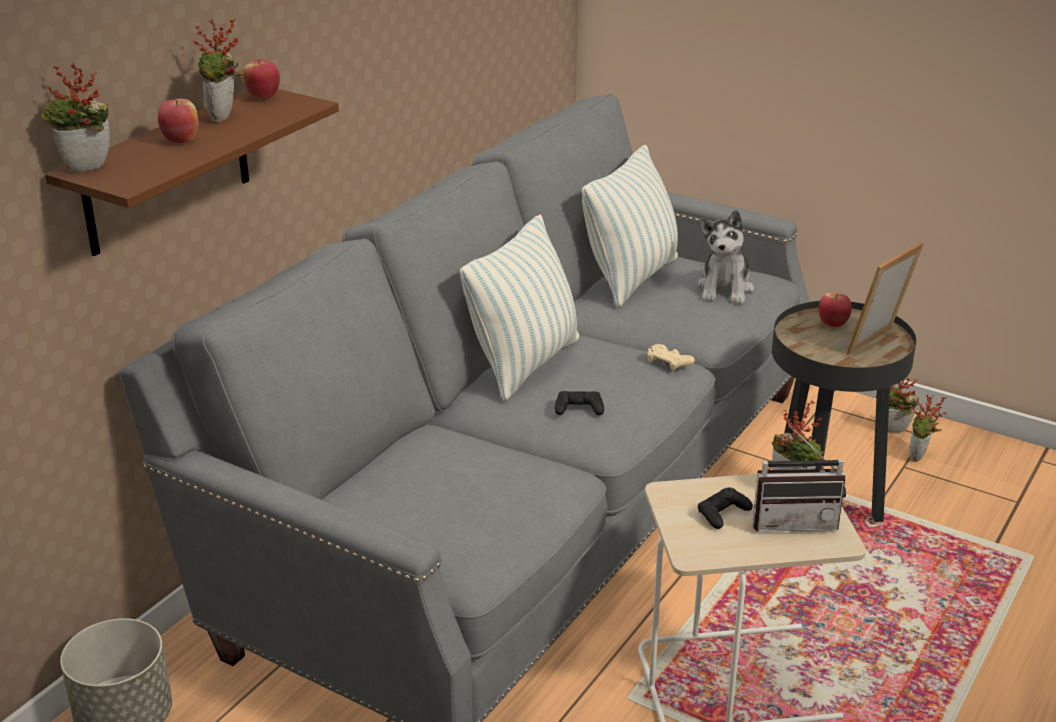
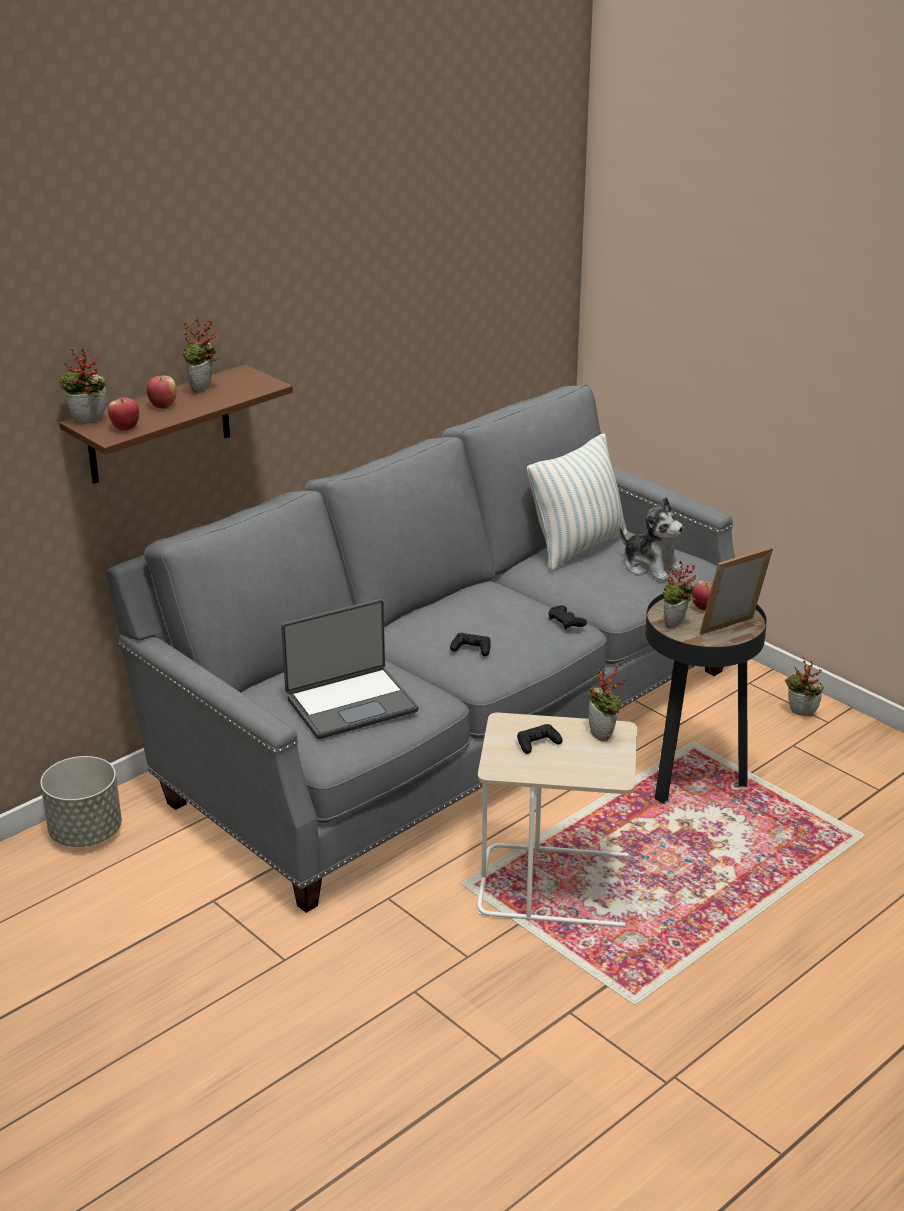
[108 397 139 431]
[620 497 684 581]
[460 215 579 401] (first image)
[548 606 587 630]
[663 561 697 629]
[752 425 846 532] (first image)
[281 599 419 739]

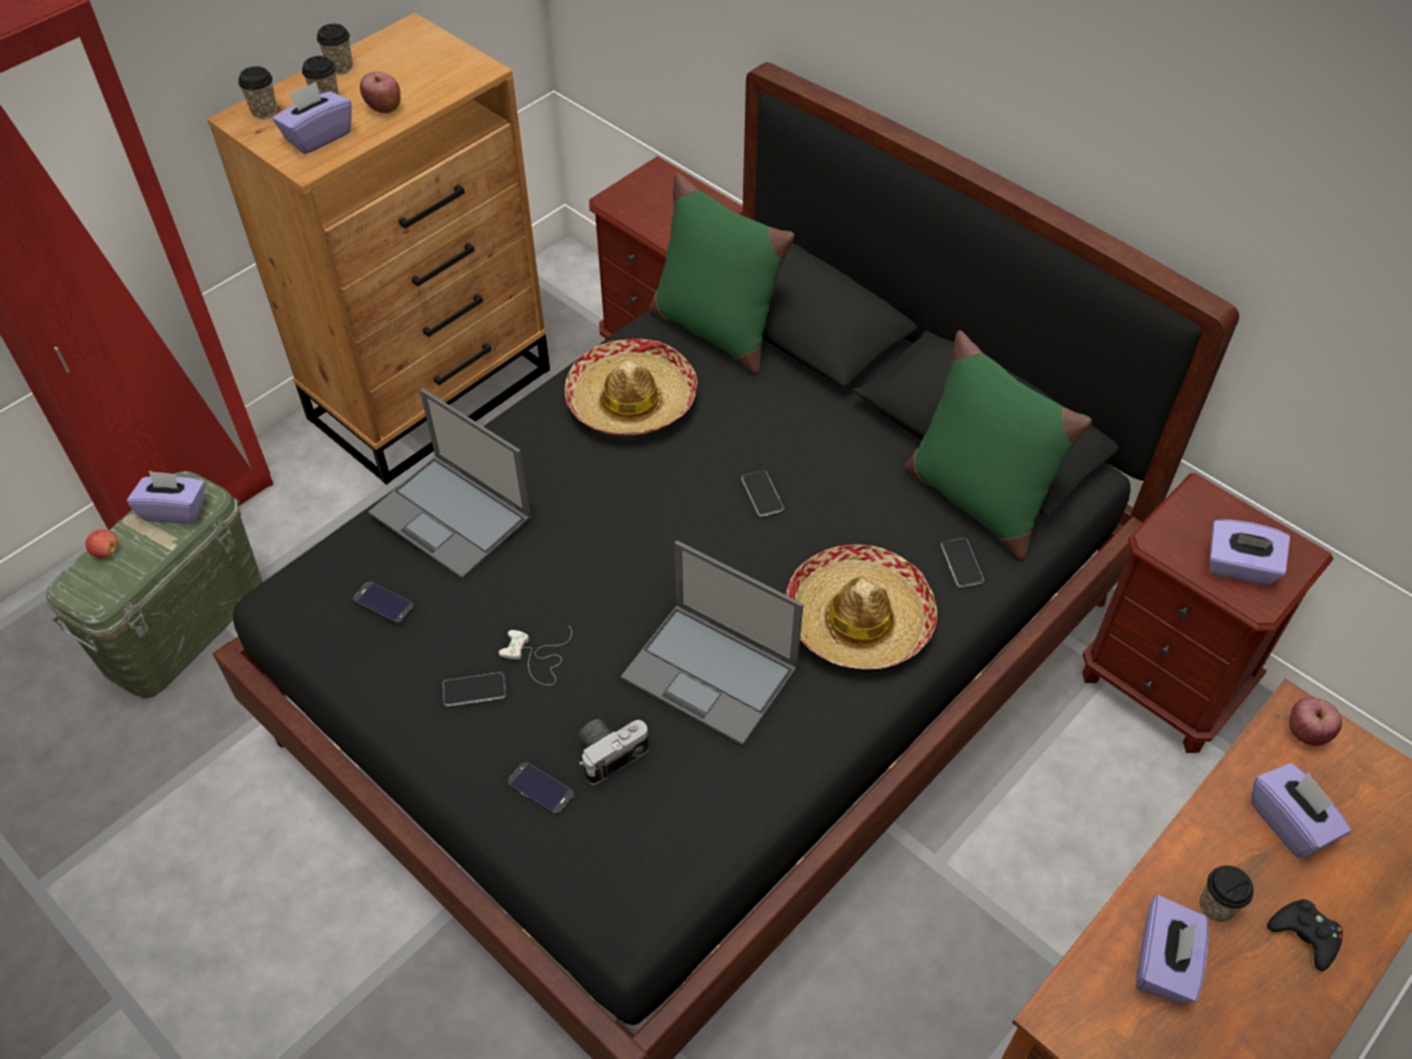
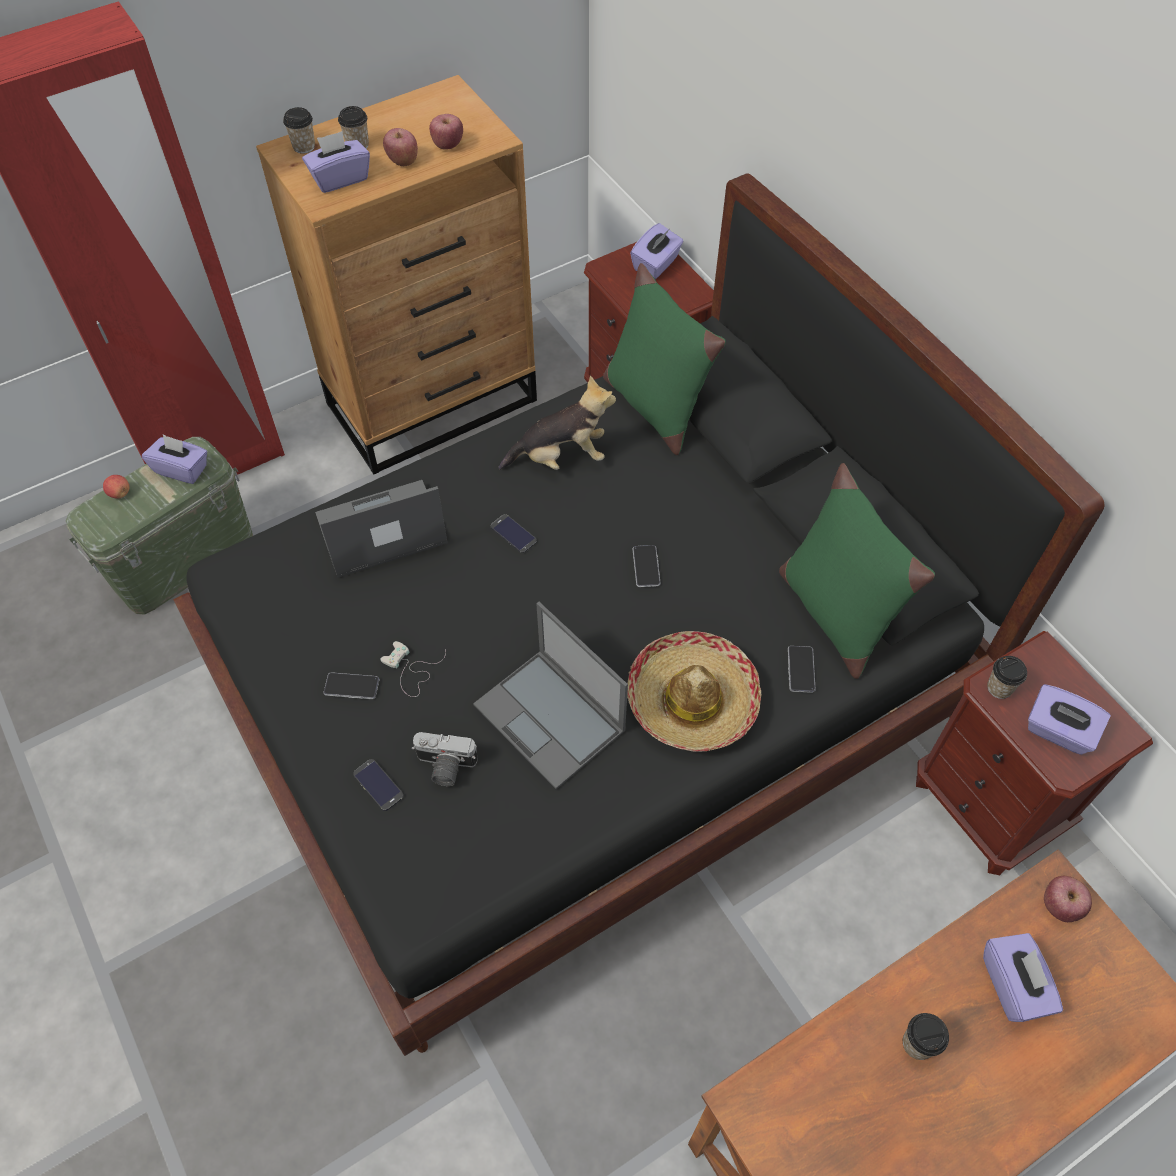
[987 656 1027 699]
[498 376 616 470]
[315 480 448 578]
[491 514 537 553]
[412 732 478 786]
[630 223 684 279]
[1267 899 1343 971] (first image)
[429 114 463 150]

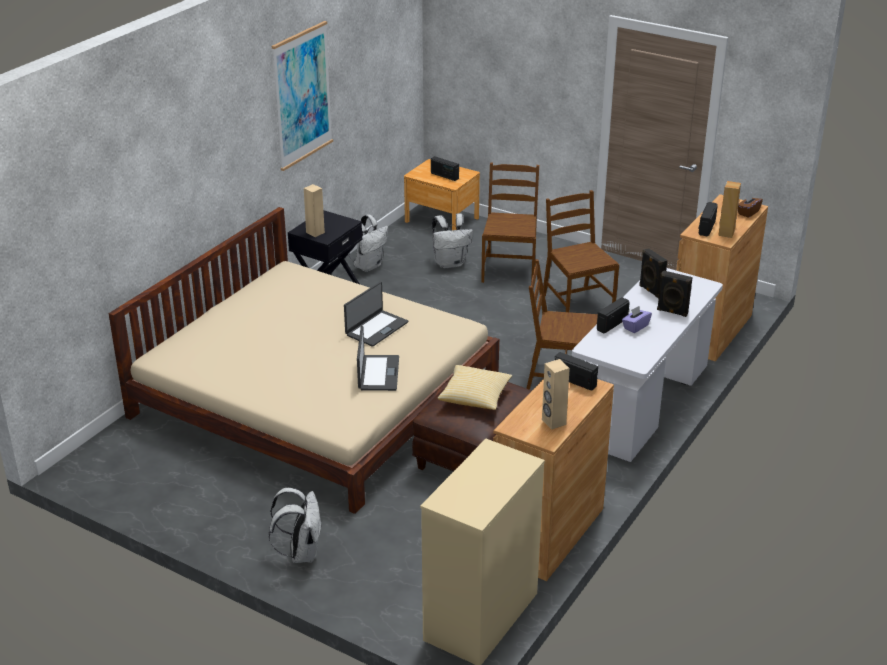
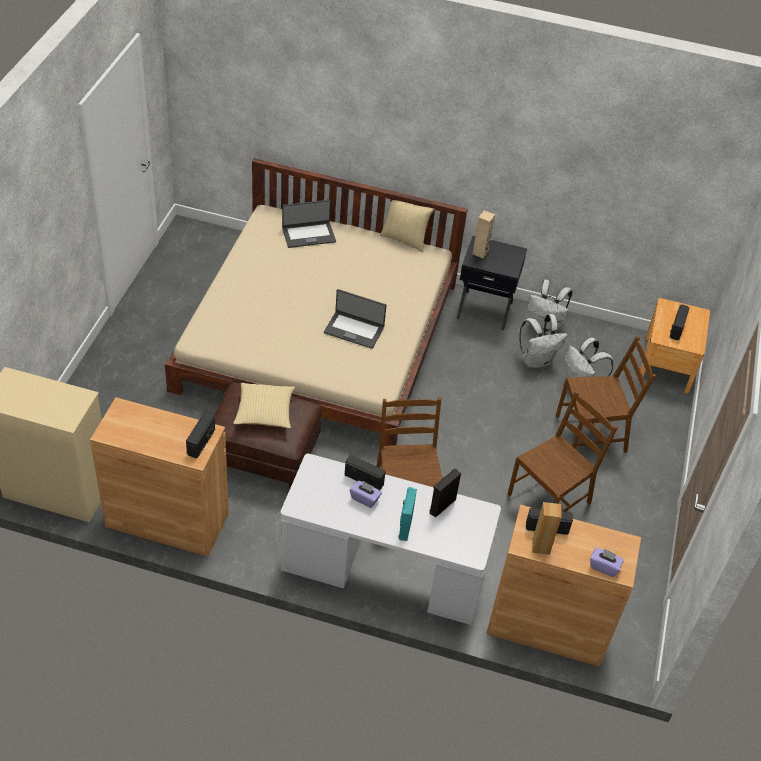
[272 21 333 171] (first image)
[590 548 624 577]
[398 487 417 541]
[282 200 336 248]
[542 359 570 429] (first image)
[519 314 568 369]
[380 199 434 252]

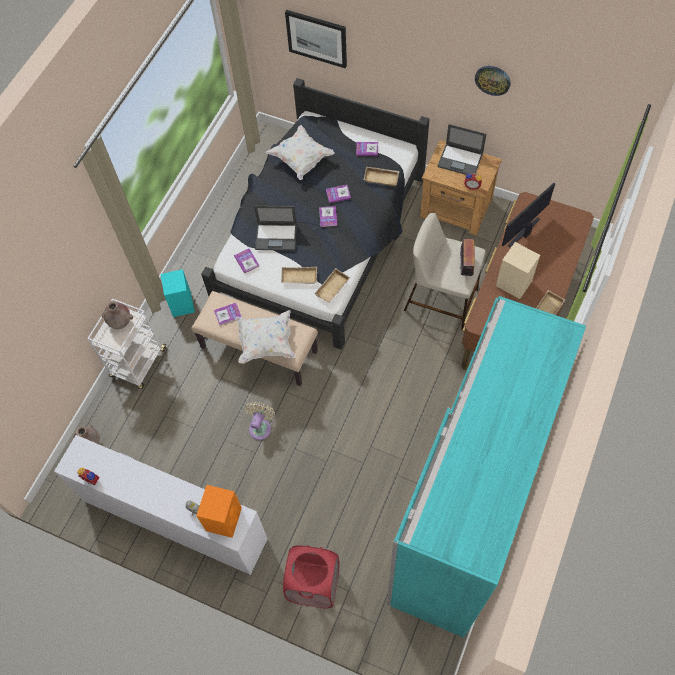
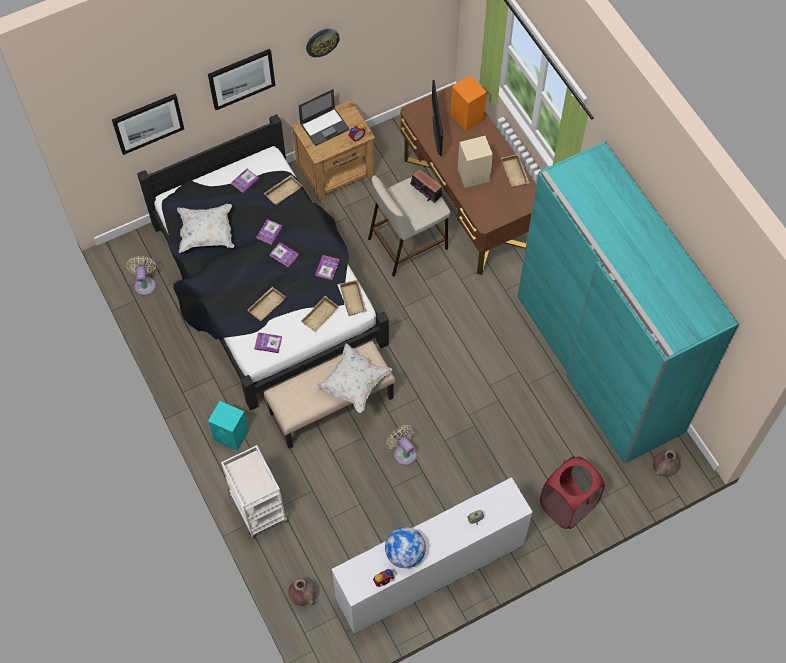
[247 287 286 321]
[653 450 679 477]
[315 255 339 280]
[450 75 487 131]
[208 49 275 110]
[126 256 156 296]
[385 527 426 568]

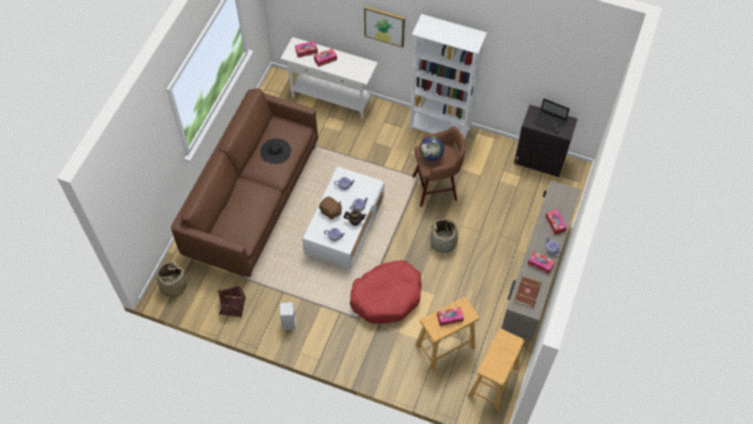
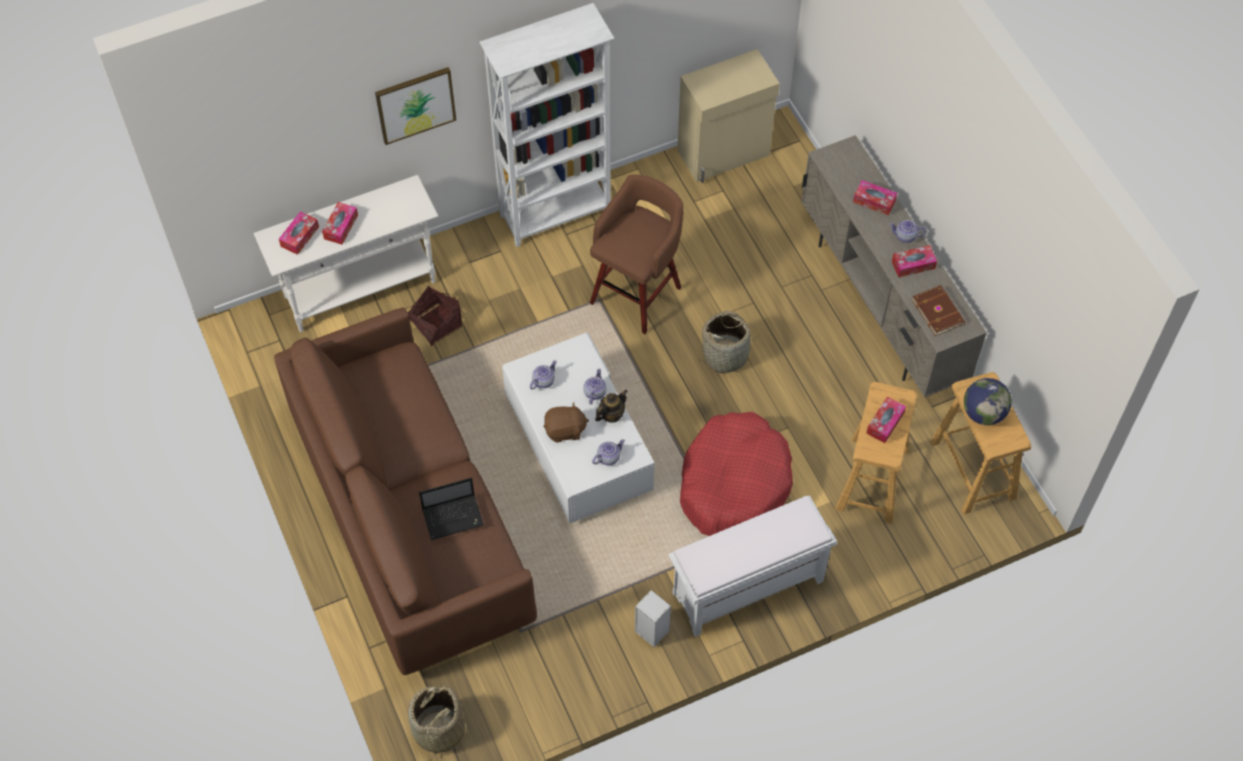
[419 478 484 540]
[677 49 780 183]
[964 378 1012 425]
[260 139 291 164] (first image)
[408 286 462 346]
[669 495 837 637]

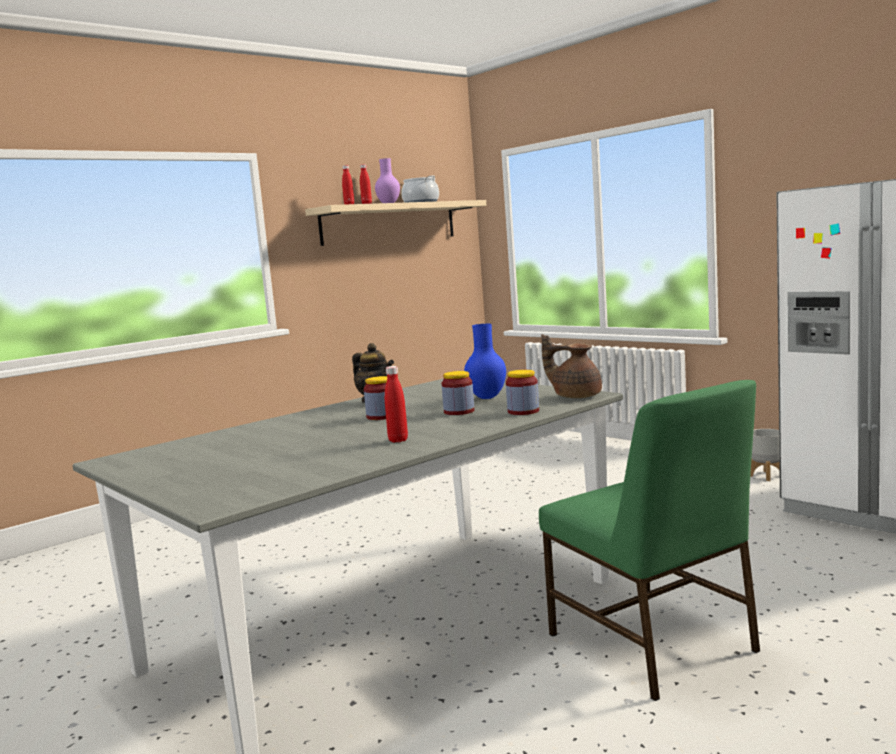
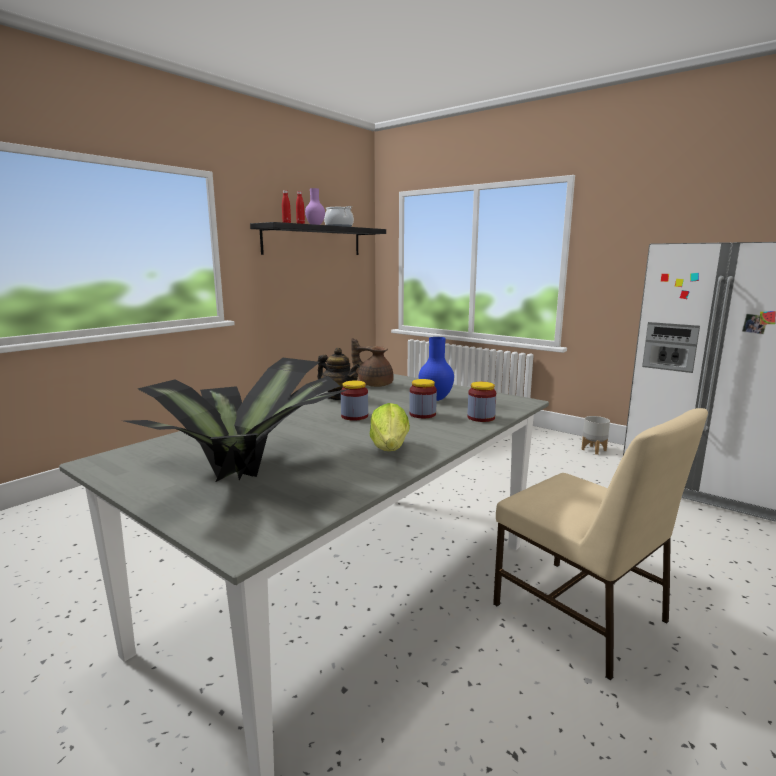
[250 222 386 255]
[351 338 394 387]
[370 403 410 451]
[493 408 708 680]
[124 358 349 482]

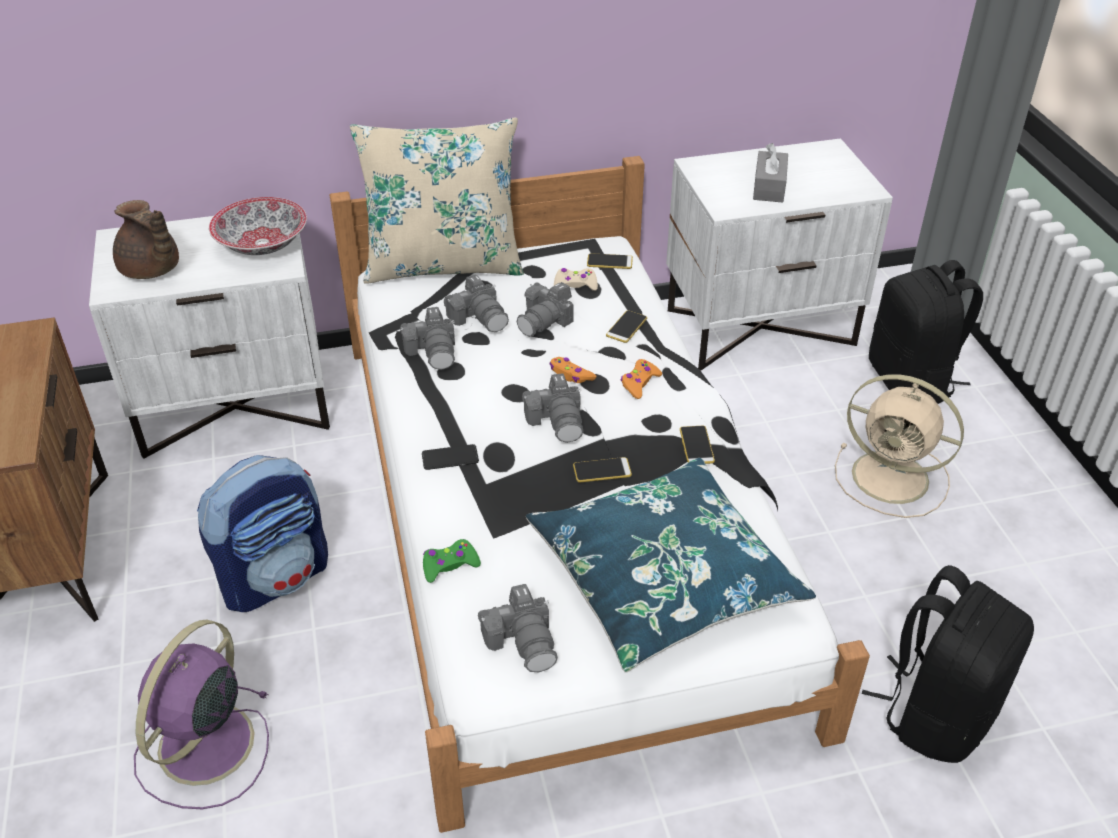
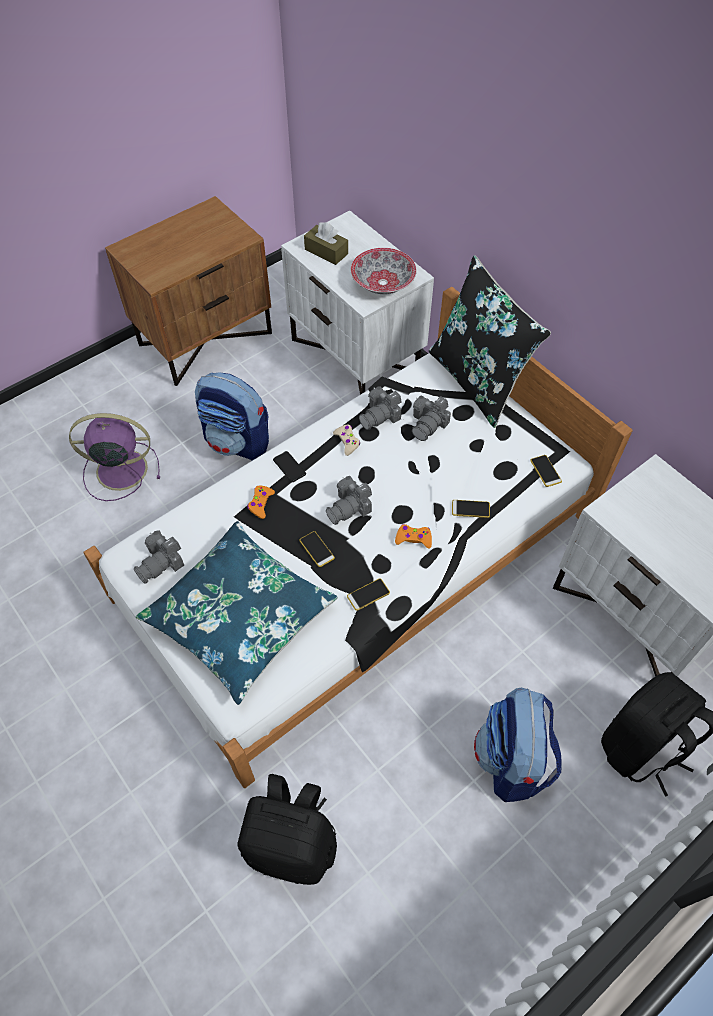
[429 255 551 428]
[753 143 788 203] (first image)
[304 222 348 265]
[333 425 360 456]
[517 282 574 337] (first image)
[247 486 275 519]
[474 688 561 802]
[423 539 481 583] (first image)

